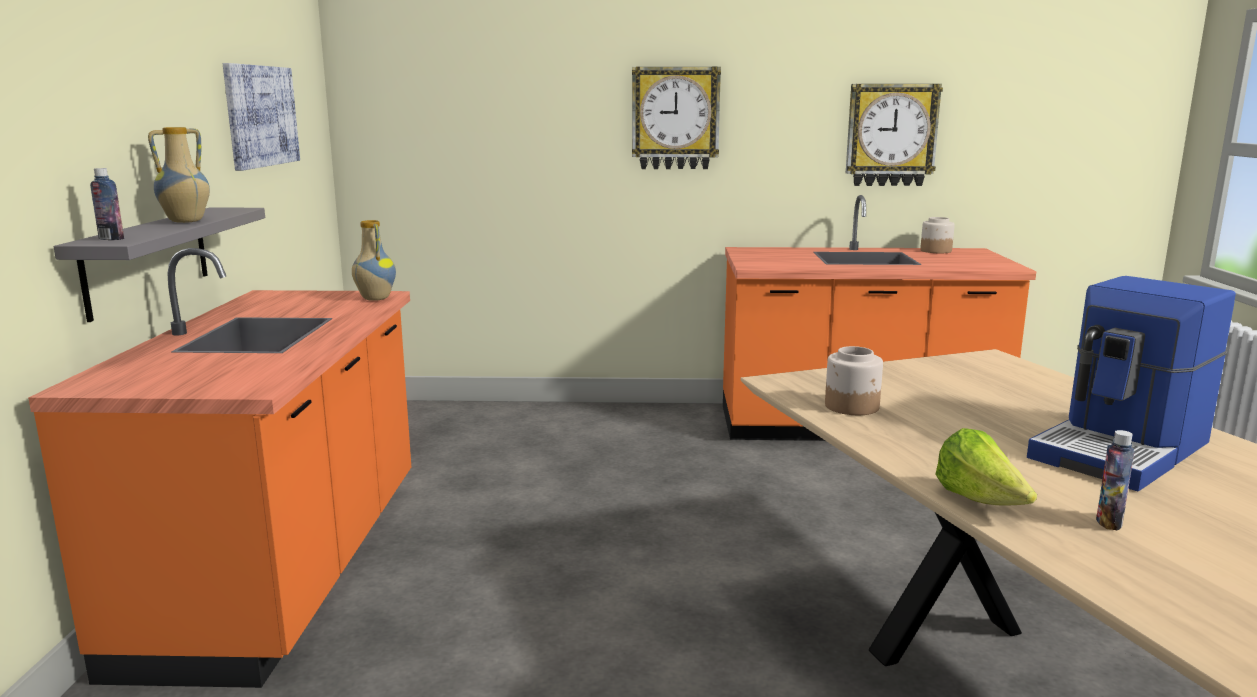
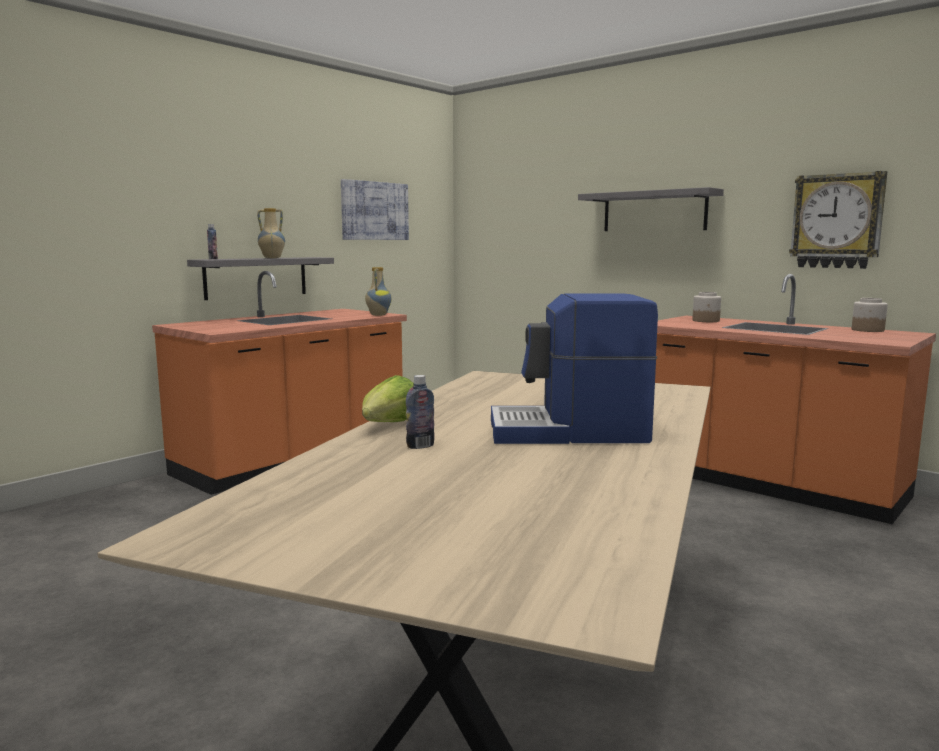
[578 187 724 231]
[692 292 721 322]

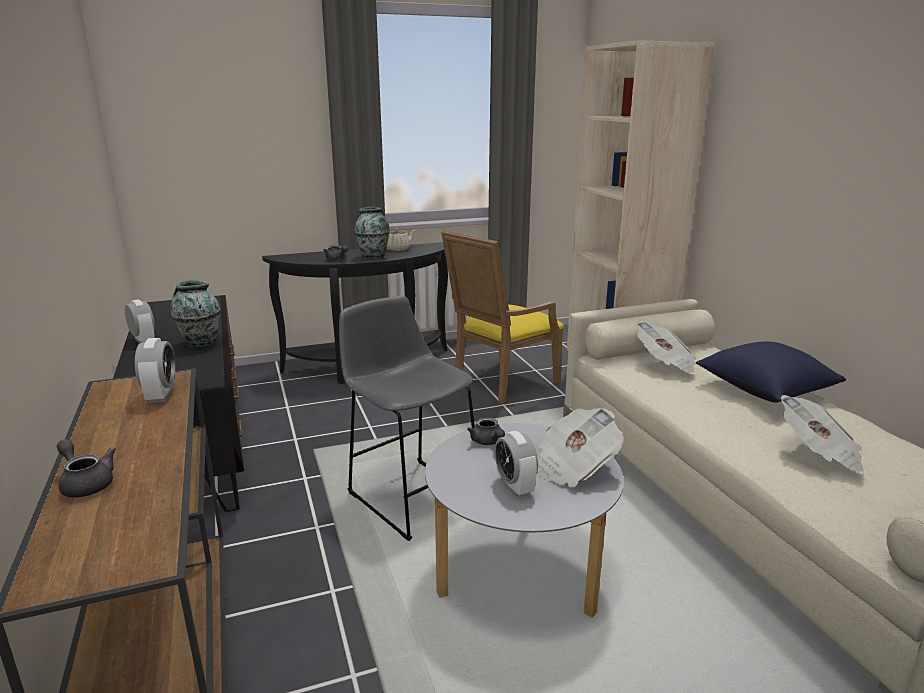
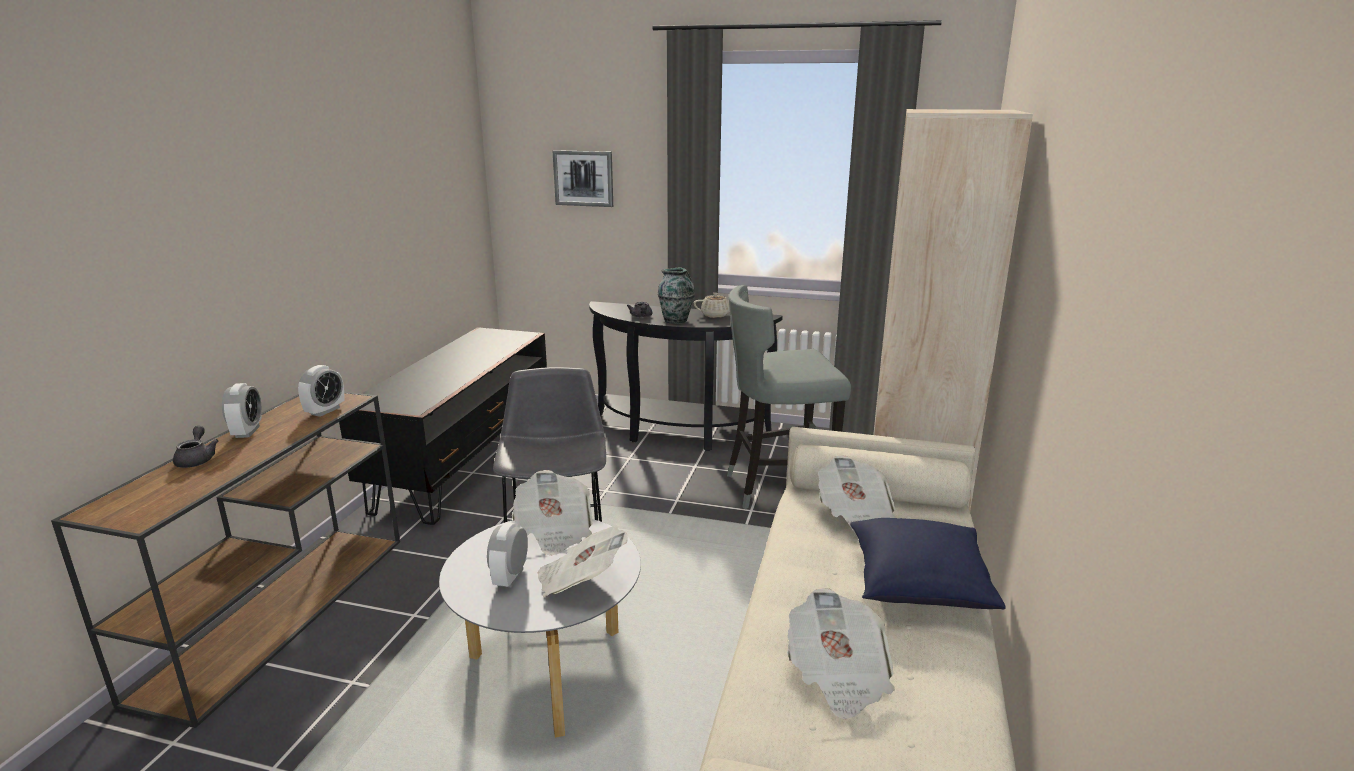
[727 285 851 509]
[171 280 220 349] (first image)
[222 383 262 438]
[512 470 592 556]
[553 150 613 207]

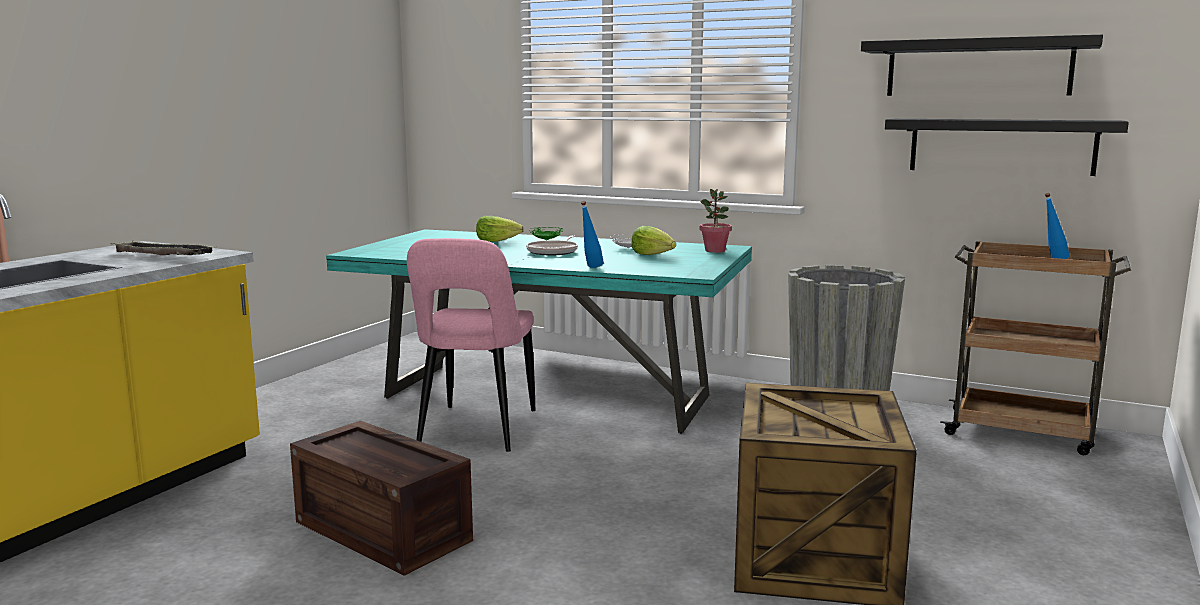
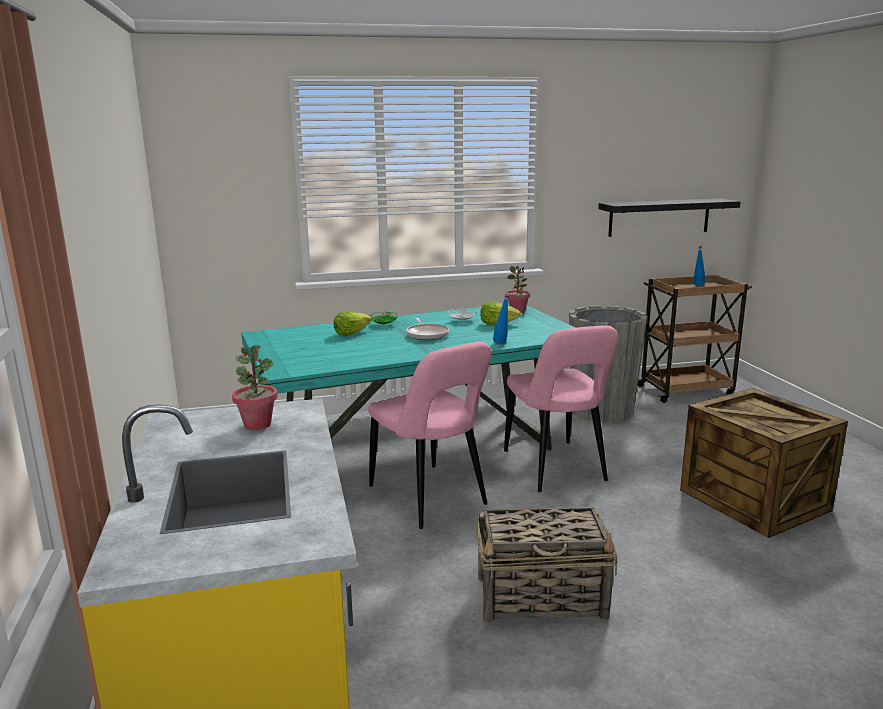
[861 35 1103 96] (first image)
[232 345 278 430]
[476 507 617 623]
[504 325 619 492]

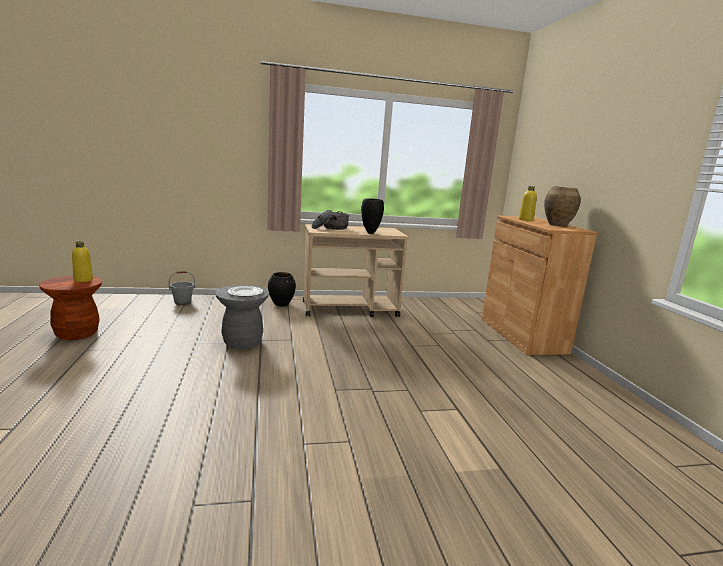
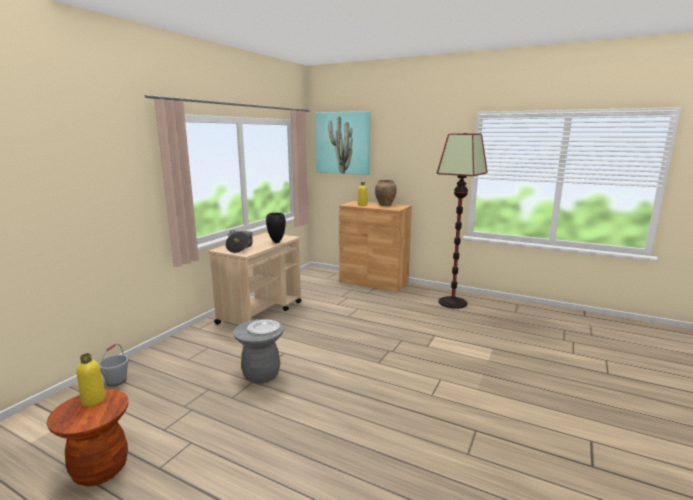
[268 272 296 307] (first image)
[315 111 370 175]
[437 133 488 309]

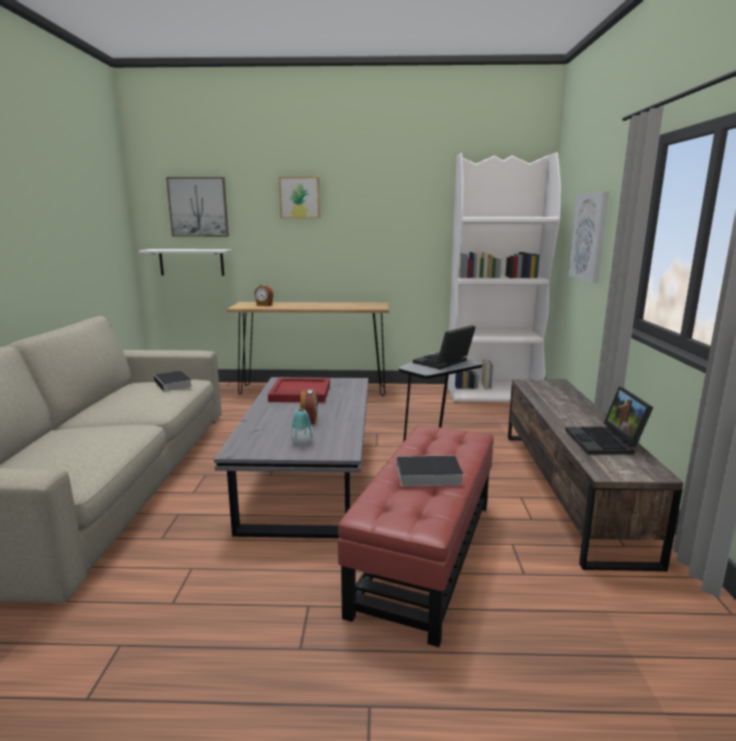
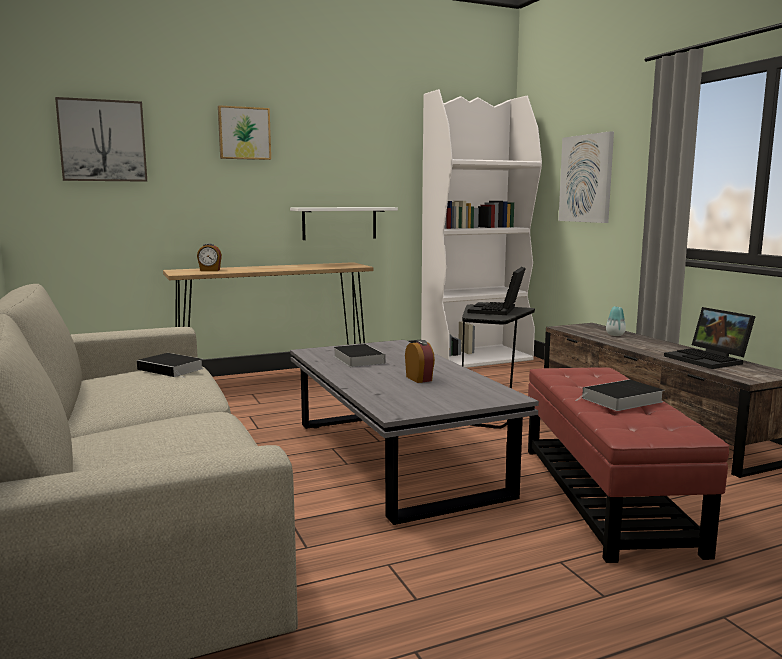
[290 207 398 240]
[333 344 385 367]
[606 306 626 336]

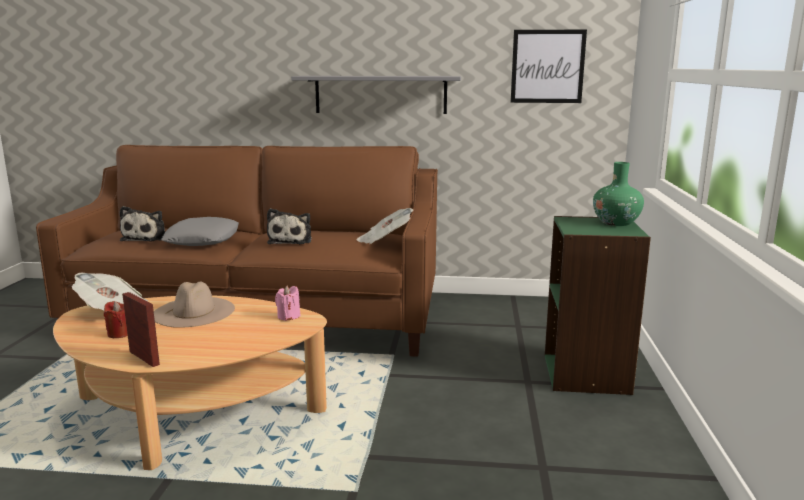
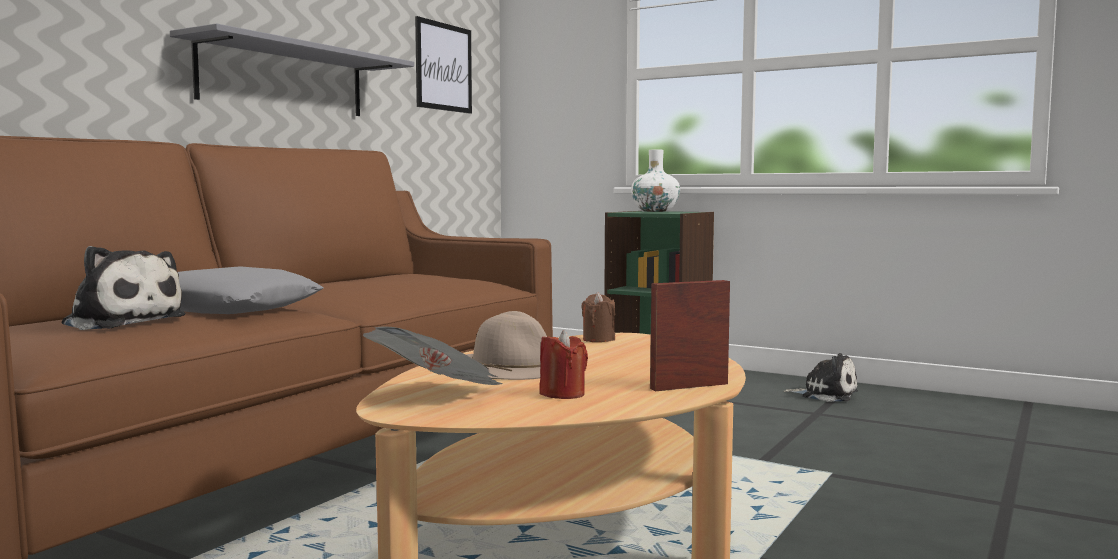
[631 150 680 212]
[784 353 858 402]
[357 208 414 244] (first image)
[582 292 615 342]

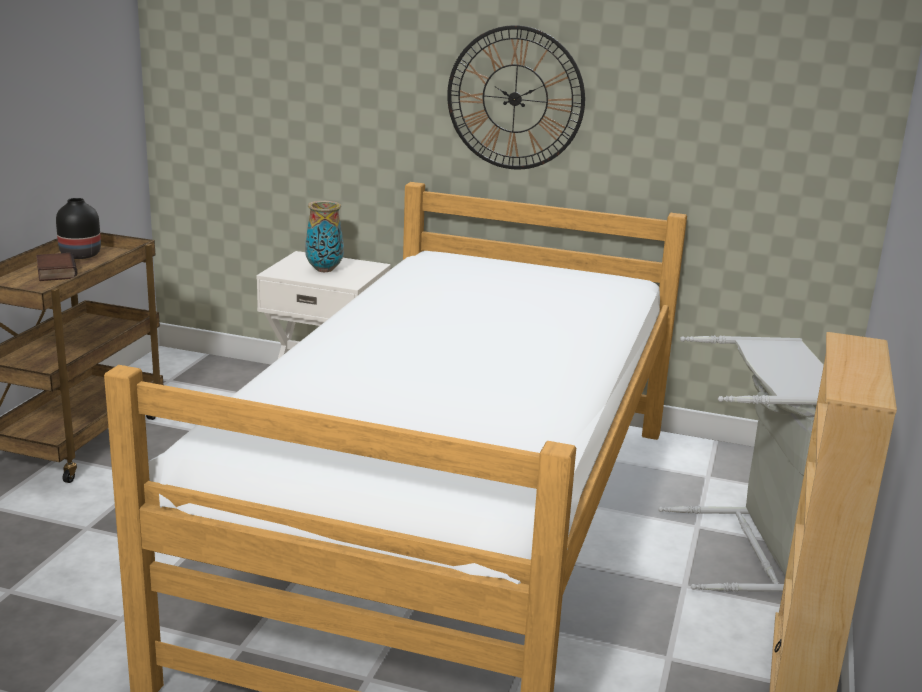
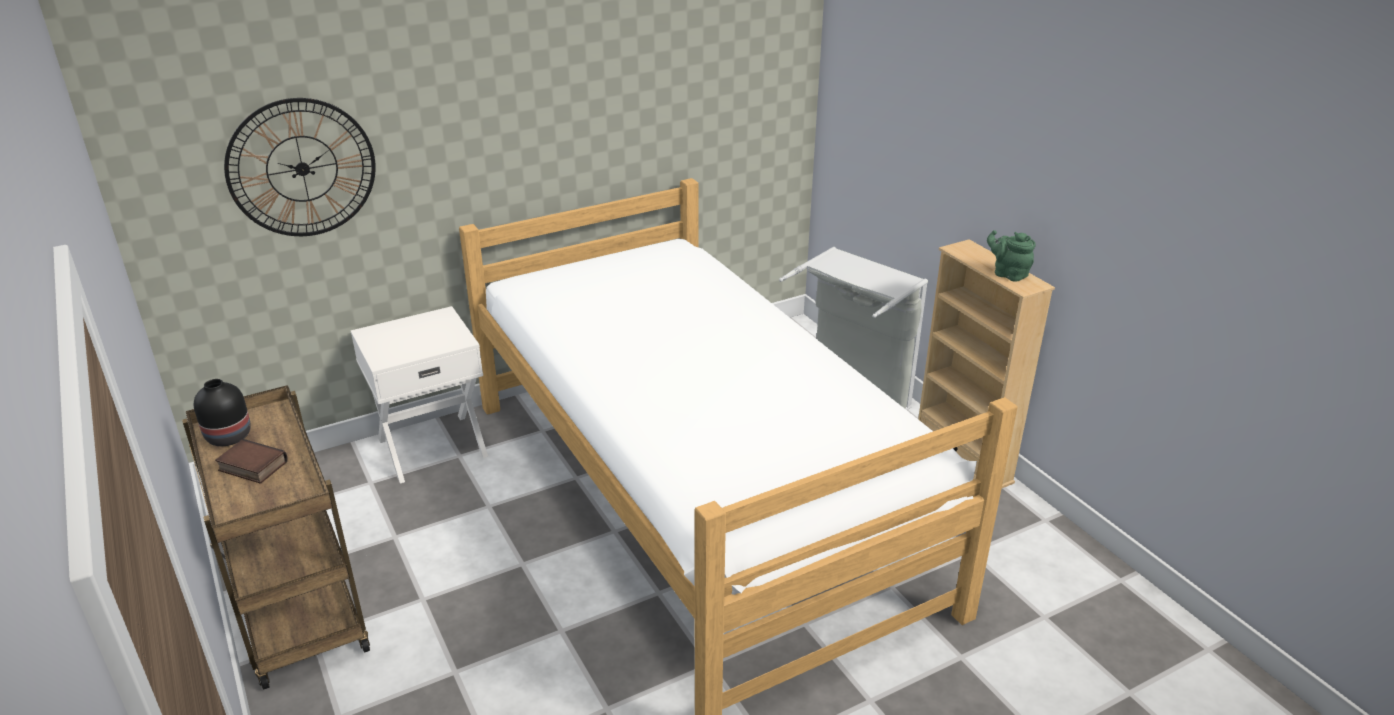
[224 98 376 236]
[305 201 344 272] (first image)
[987 230 1036 282]

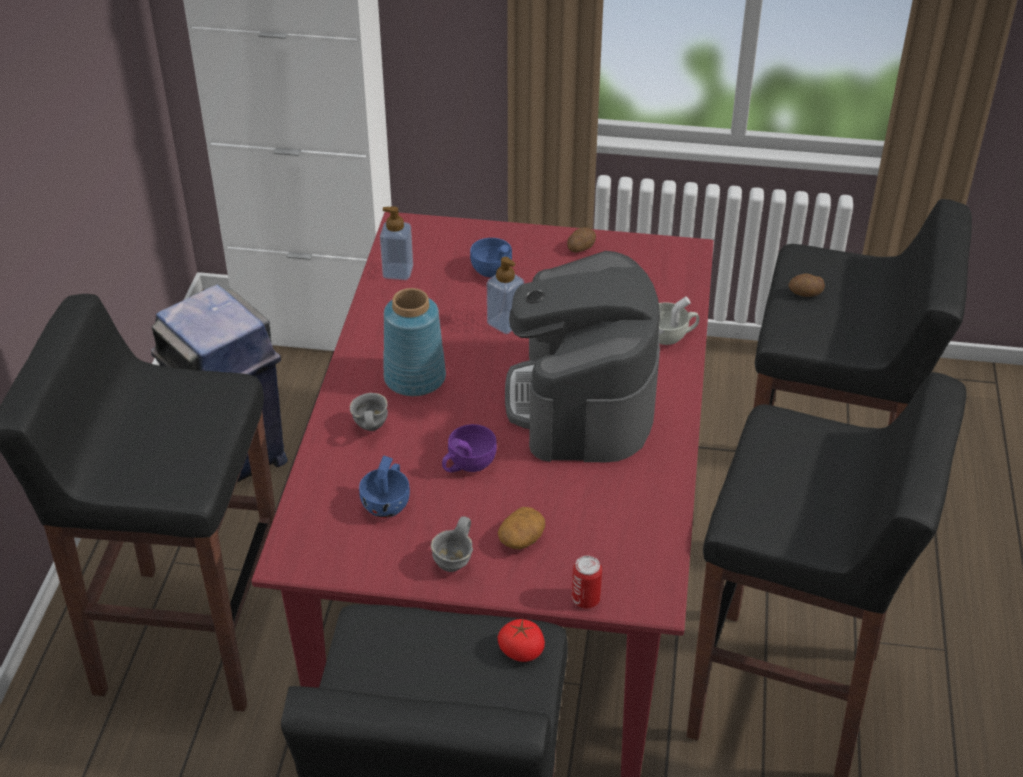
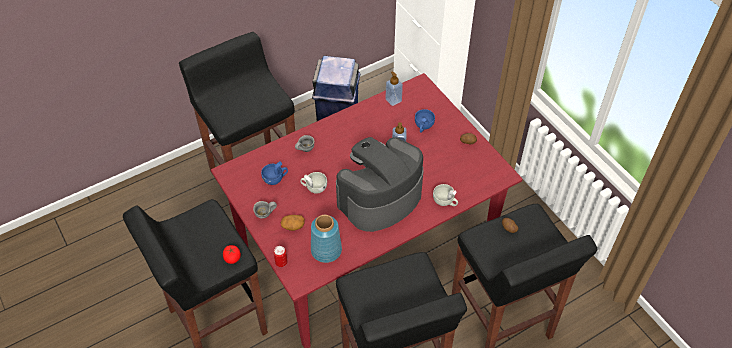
[311 215 342 263]
[300 172 327 194]

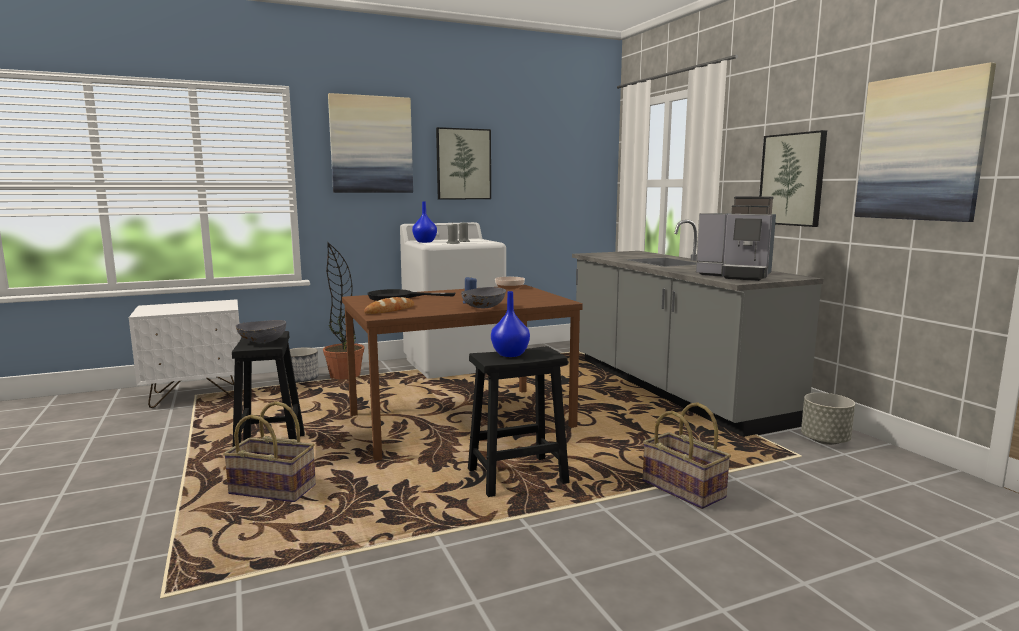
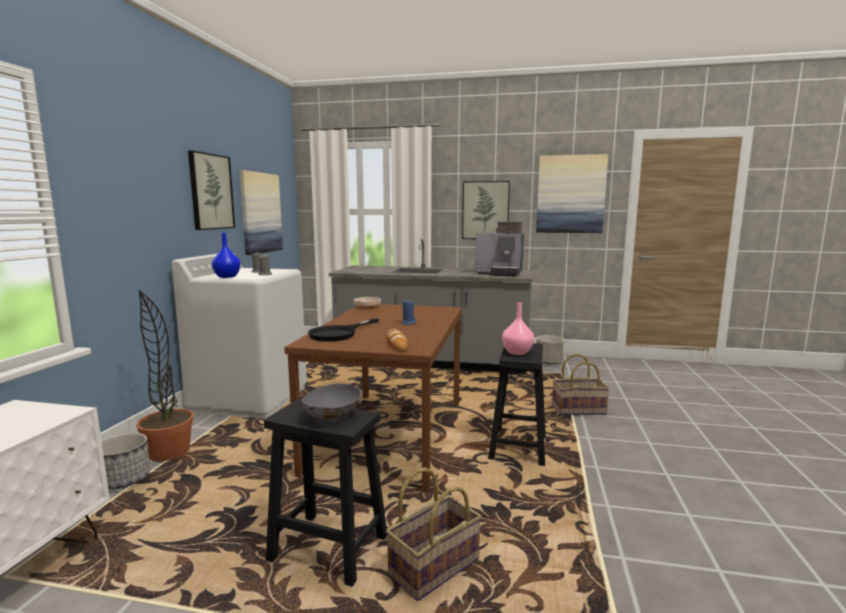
[239 170 283 255]
[475 222 524 277]
[461 287 506 308] (first image)
[502 302 534 355]

